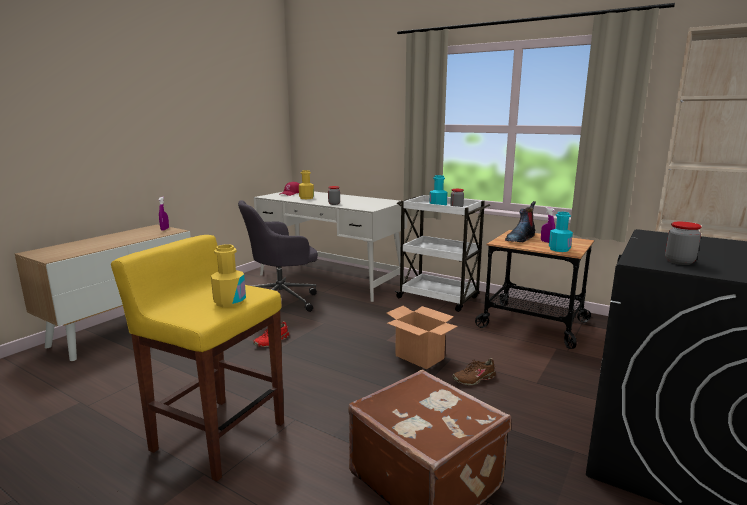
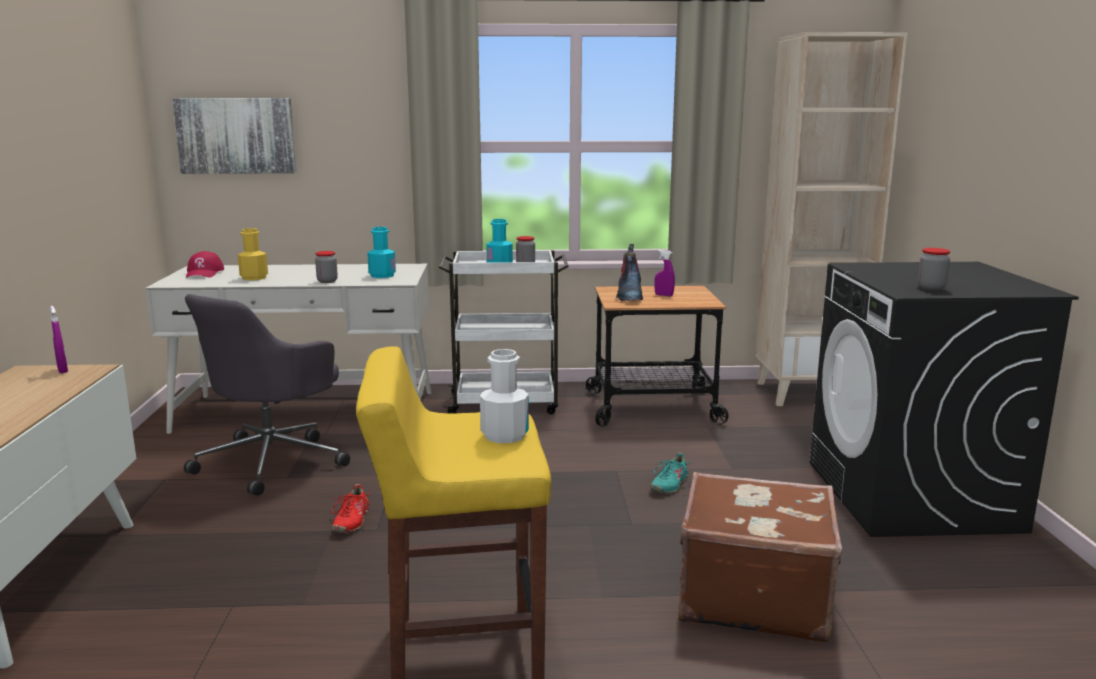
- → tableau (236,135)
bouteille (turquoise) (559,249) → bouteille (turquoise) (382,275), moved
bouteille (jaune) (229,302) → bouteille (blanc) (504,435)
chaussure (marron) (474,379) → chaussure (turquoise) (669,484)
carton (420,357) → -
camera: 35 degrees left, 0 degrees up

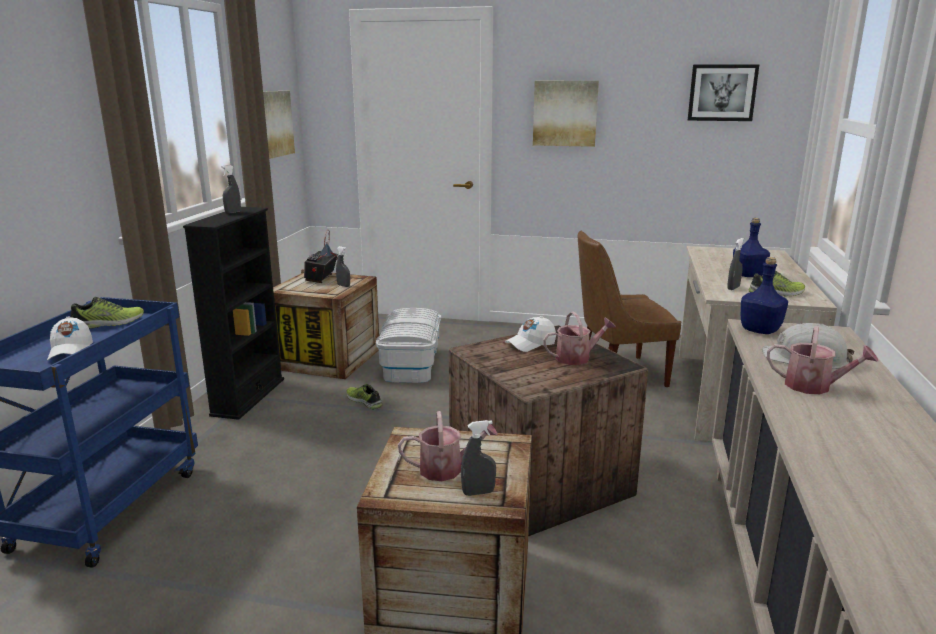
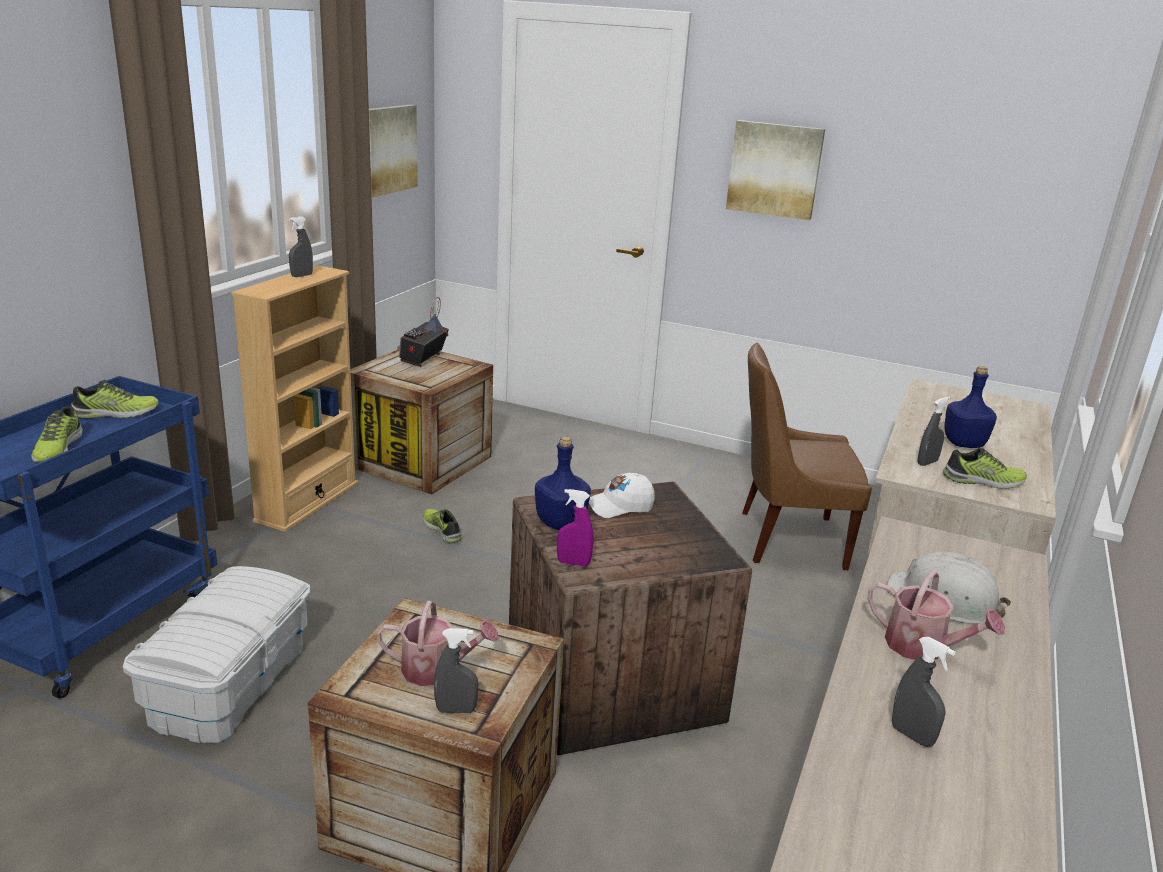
casquette (blanc) (71,351) → chaussure (57,449)
boîte de rangement (blanc) (410,364) → boîte de rangement (blanc) (229,682), moved
bibliothèque (noir) (248,397) → bibliothèque (beige) (307,502)
bouteille (bleu) (760,331) → bouteille (bleu) (560,523), moved
- → vaporisateur (violet) (573,563)
vaporisateur (gris) (343,286) → vaporisateur (gris) (912,736), moved
arrosoir (577,358) → -
tableau (722,92) → -
camera: 10 degrees right, 5 degrees up

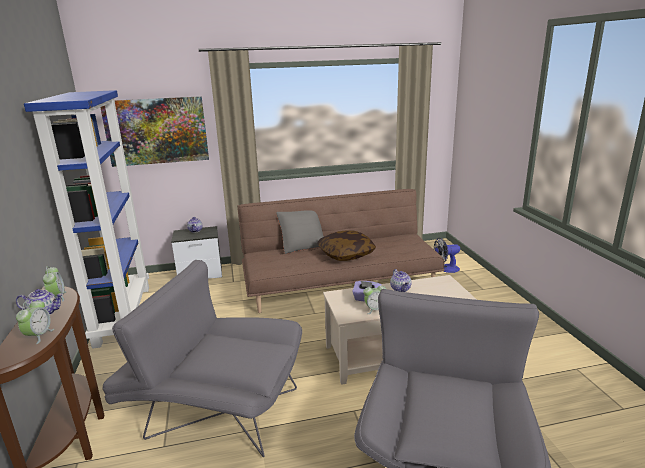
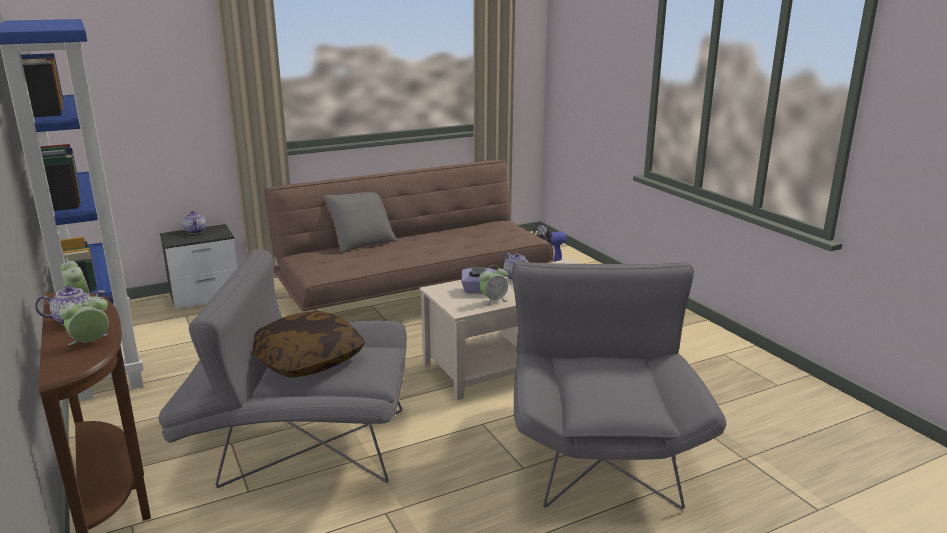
réveil (39,336) → réveil (90,342), 120 degrees counterclockwise
coussin (346,254) → coussin (307,360), moved
tableau (157,131) → -
camera: 15 degrees left, 0 degrees up

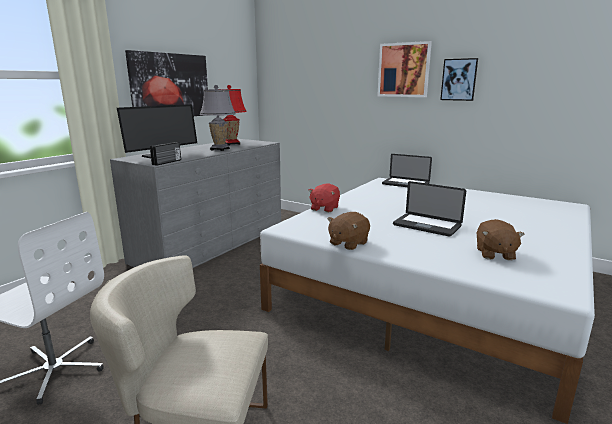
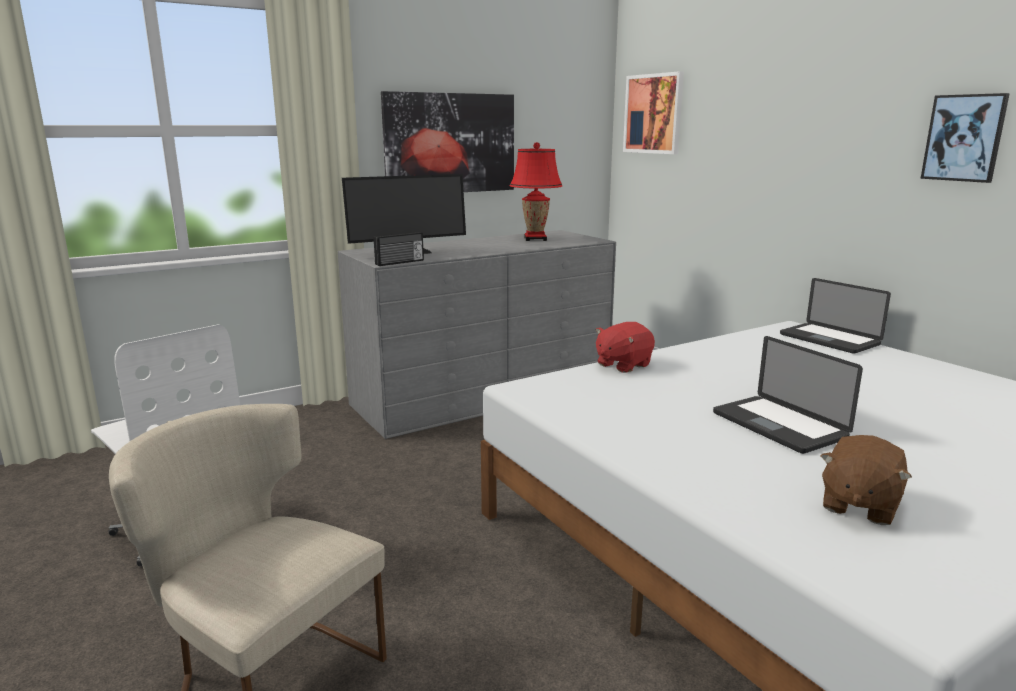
tableau (403,70) → tableau (653,114), moved
lampe de table (gris) (219,149) → -
peluche (marron) (348,243) → -
camera: 25 degrees right, 0 degrees up

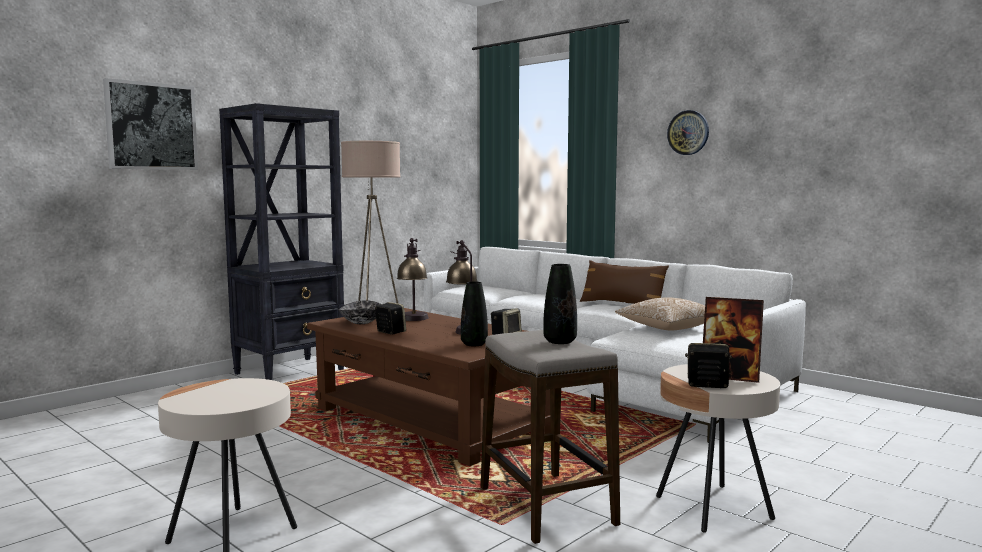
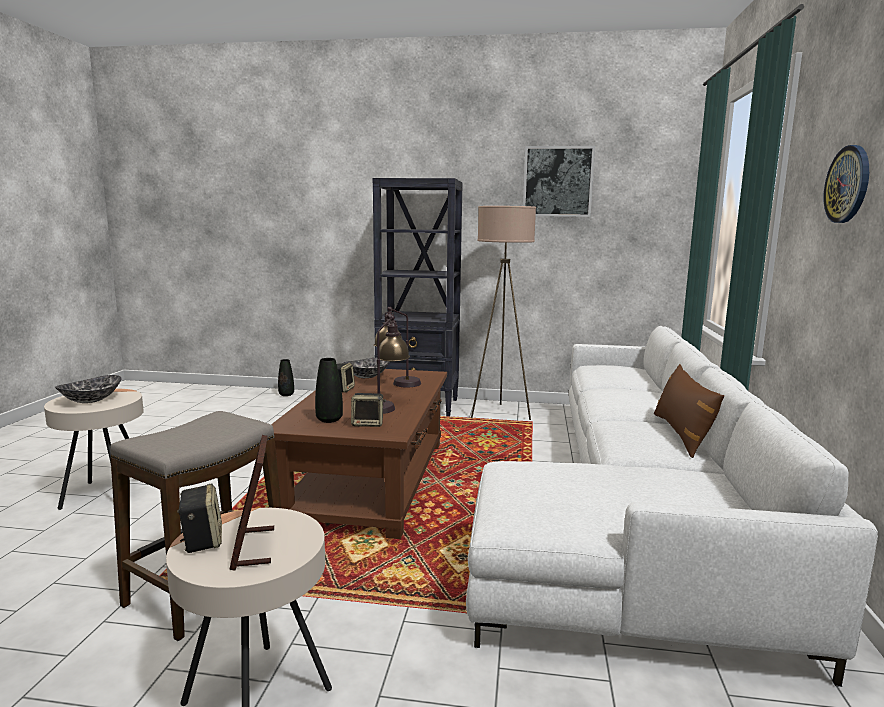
- → bol (91,400)
vase (noir) (560,341) → vase (noir) (286,394), moved
tableau (151,126) → tableau (557,181), moved
coussin (666,328) → -
camera: 55 degrees right, 5 degrees up

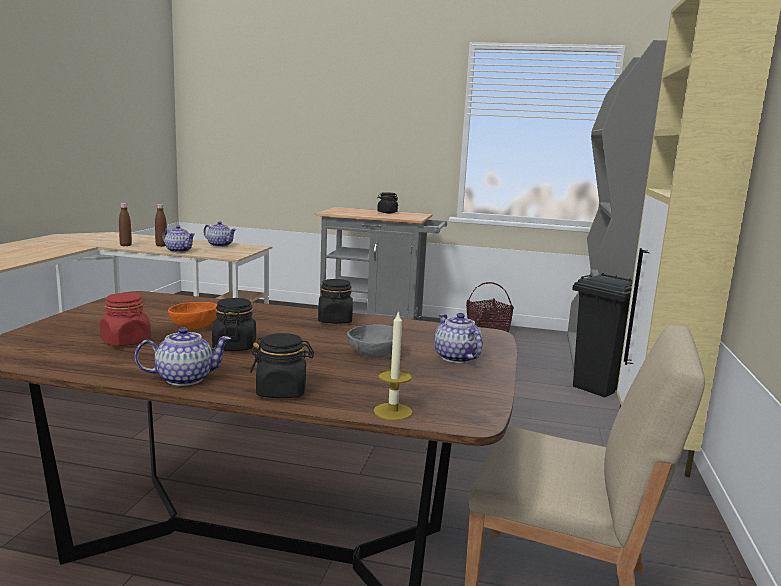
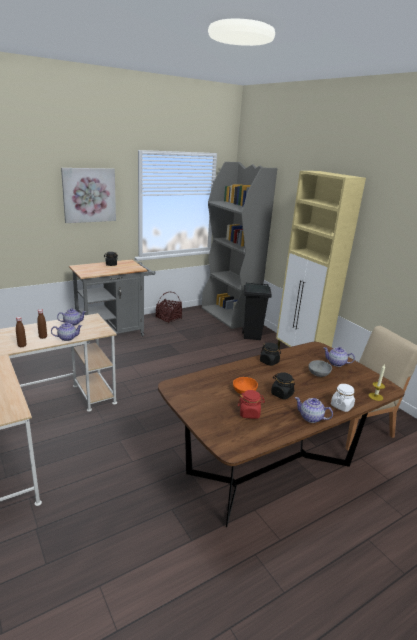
- → tableau (89,195)
théière (184,378) → théière (311,418), 90 degrees counterclockwise
bocal (noir) (282,391) → bocal (blanc) (341,406)
camera: 45 degrees left, 10 degrees up

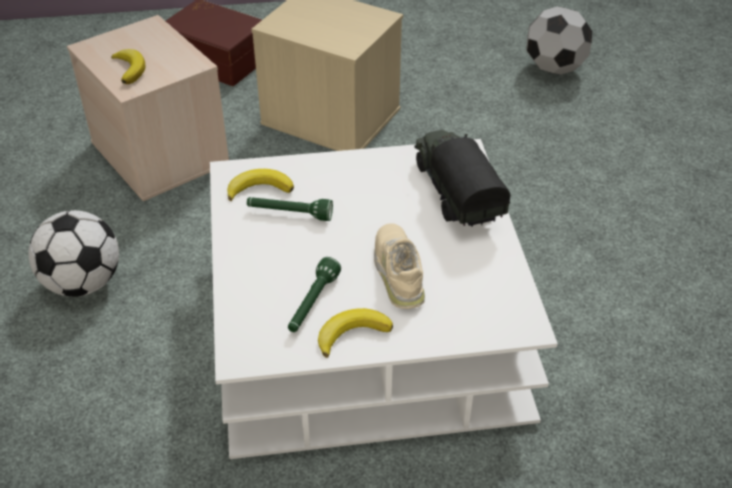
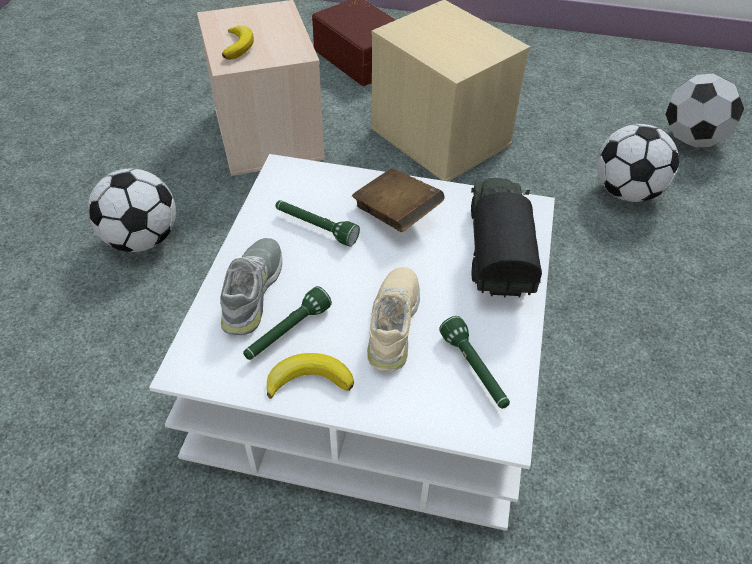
- → chaussure (gris) (253,291)
- → livre (marron) (396,214)
- → lampe de poche (vert) (475,370)
- → ballon de foot (626,192)
banane (259,188) → -
camera: 20 degrees right, 5 degrees up

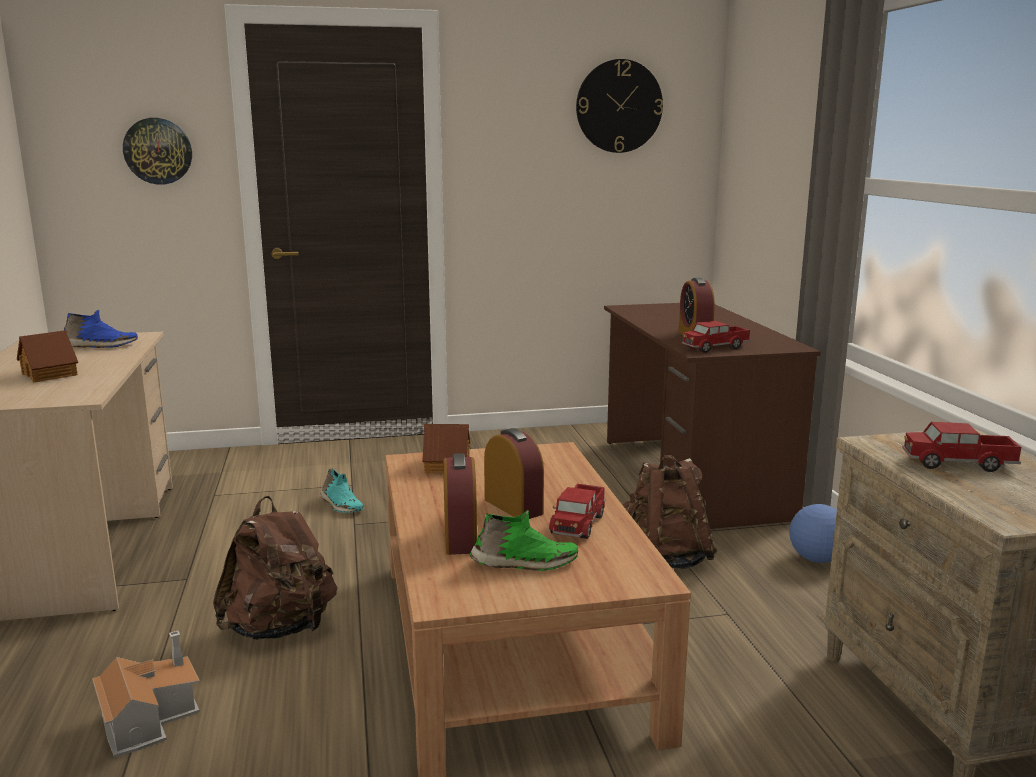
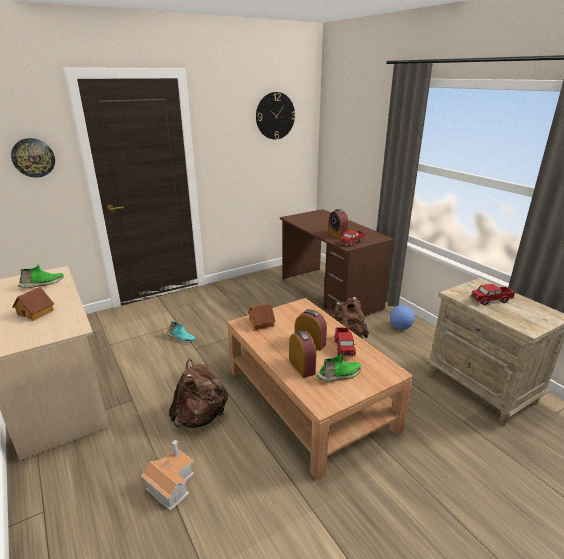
chaussure (bleu) (99,346) → chaussure (vert) (42,284)
camera: 20 degrees left, 10 degrees up

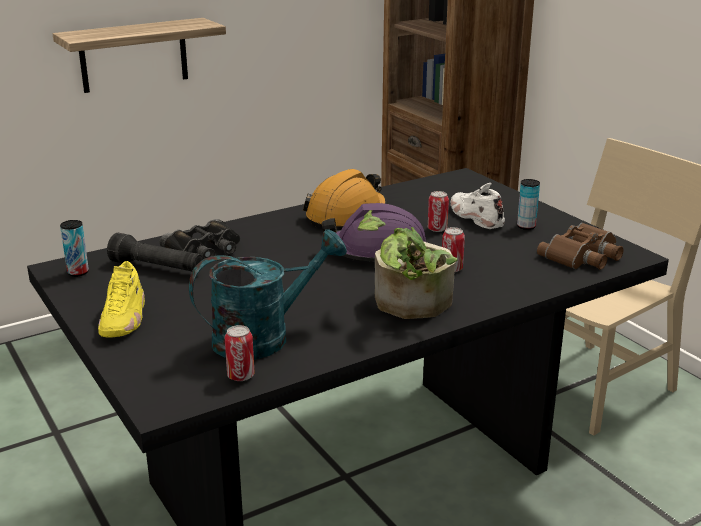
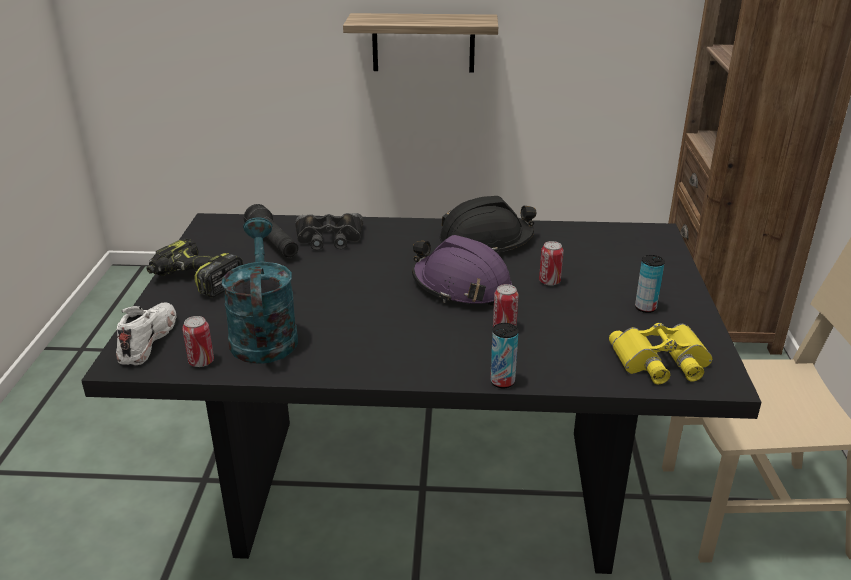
chaussure (blanc) (475,217) → chaussure (blanc) (147,340), moved
chaussure (jaune) (124,319) → perceuse (195,280)
arrosoir (turquoise) (264,337) → arrosoir (turquoise) (263,334), 105 degrees counterclockwise
casque de chantier (orange) (347,215) → casque de chantier (noir) (485,241)
boîte métallique (78,272) → boîte métallique (502,382), moved
jumelles (marron) (583,256) → jumelles (jaune) (661,362)
plante en pot (407,305) → -
camera: 35 degrees right, 5 degrees up

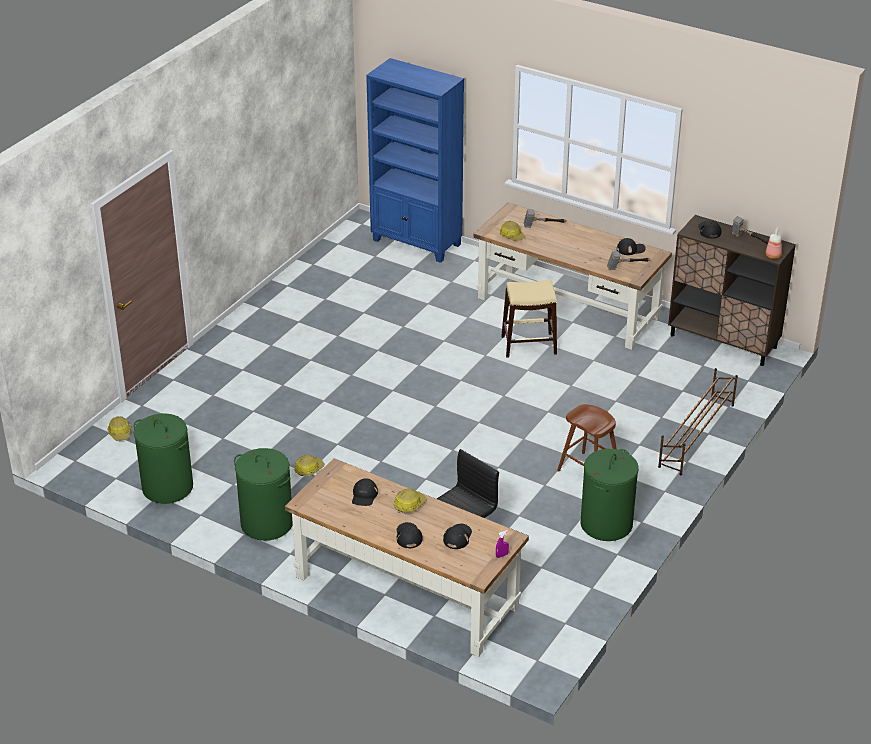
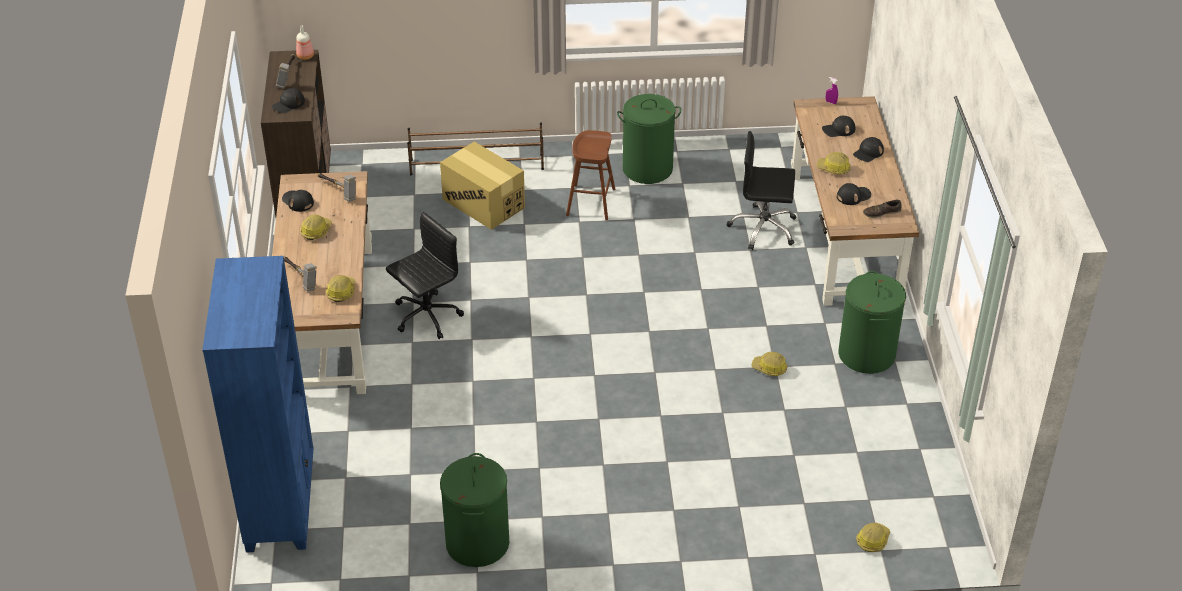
- → casque de chantier (316,231)
tabouret (beige) (529,345) → chaise de bureau (noir) (426,316)
- → carton (483,203)
panier à linge (vert) (167,487) → panier à linge (vert) (478,543), moved
- → chaussure (marron) (881,212)
camera: 125 degrees left, 5 degrees up

